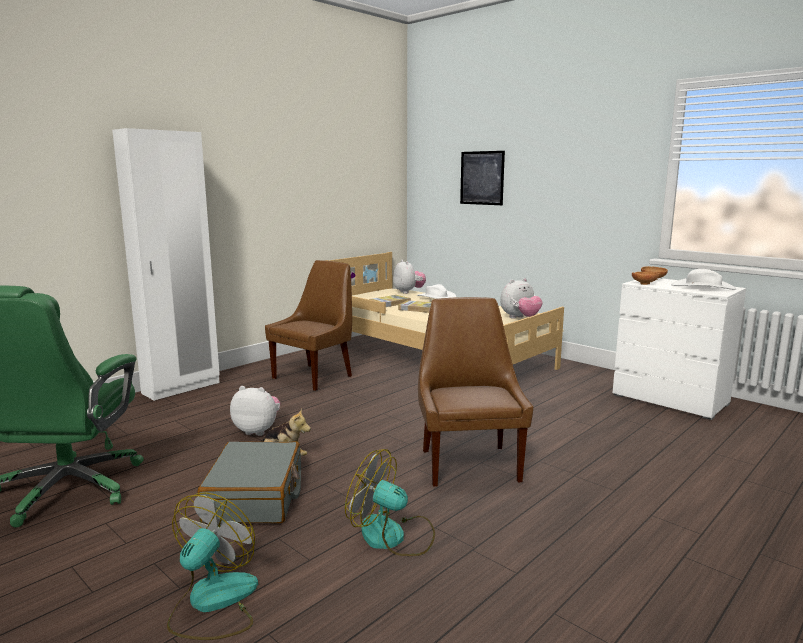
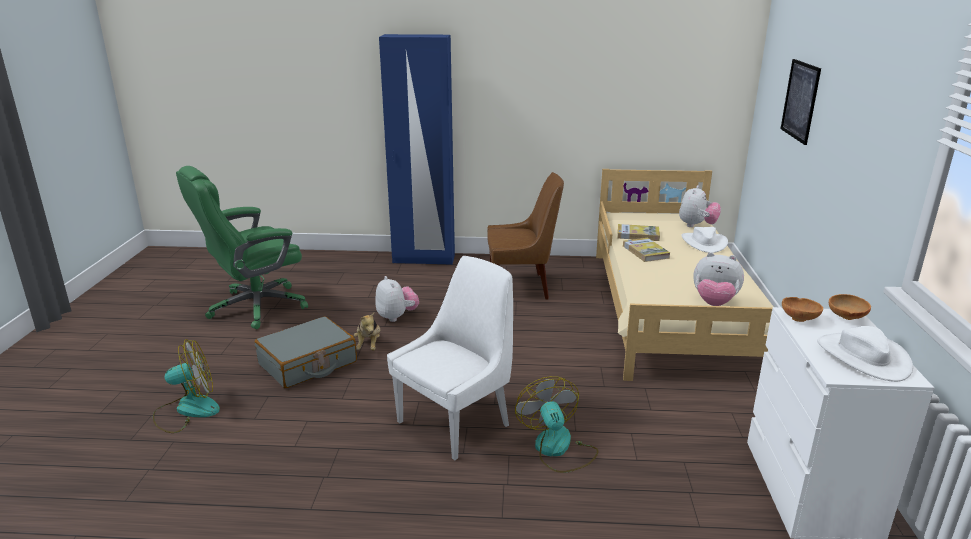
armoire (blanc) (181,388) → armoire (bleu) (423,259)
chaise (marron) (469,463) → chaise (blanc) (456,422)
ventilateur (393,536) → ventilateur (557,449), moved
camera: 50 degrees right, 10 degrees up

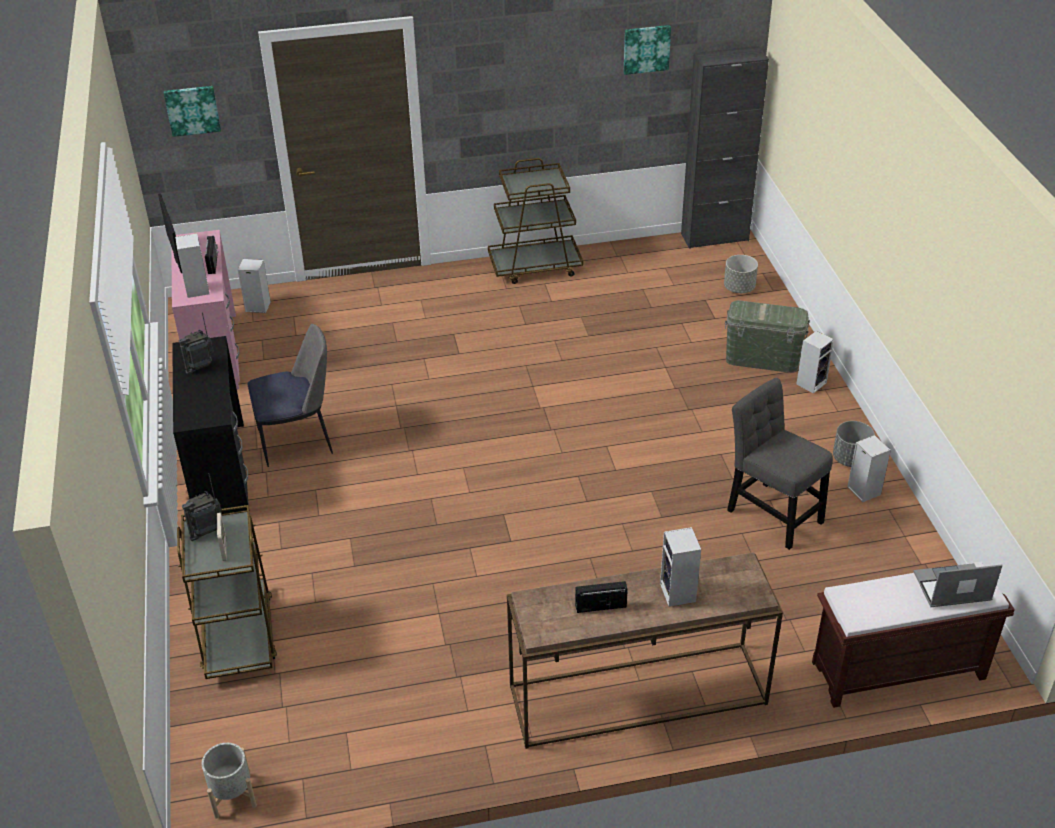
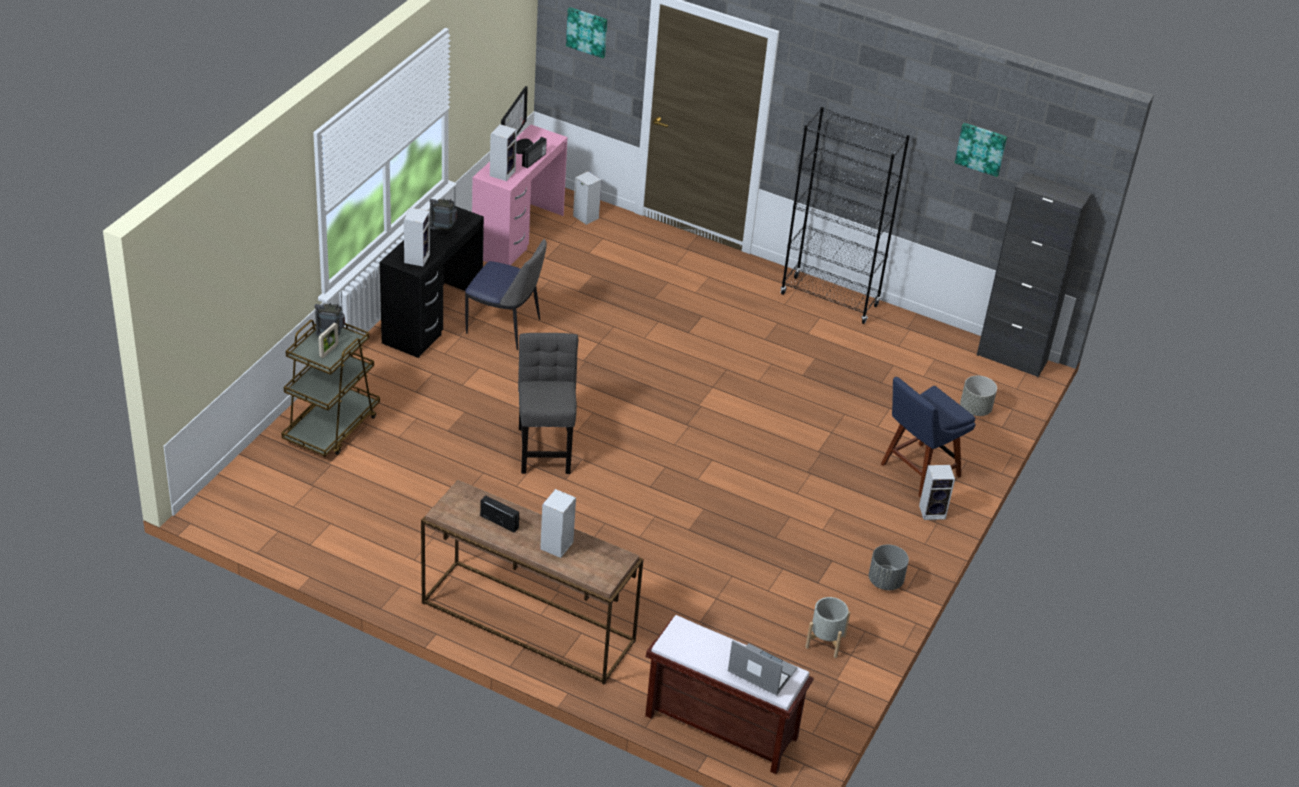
enceinte (862,490) → enceinte (417,257), moved
chaise (gris) (771,512) → chaise (gris) (545,447), moved
chariot (marron) (535,266) → bibliothèque (noir) (829,300)
cache-pot (gris) (232,796) → cache-pot (gris) (825,642), moved
boîte de rangement (vert) (762,359) → chaise (bleu) (917,471)
camera: 35 degrees right, 0 degrees up

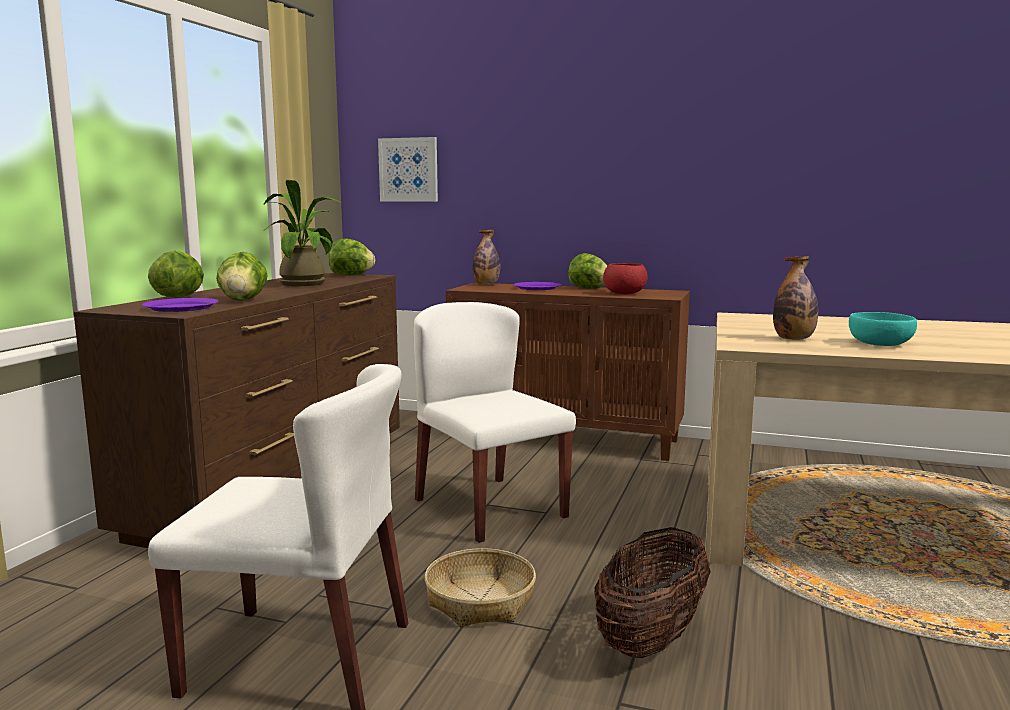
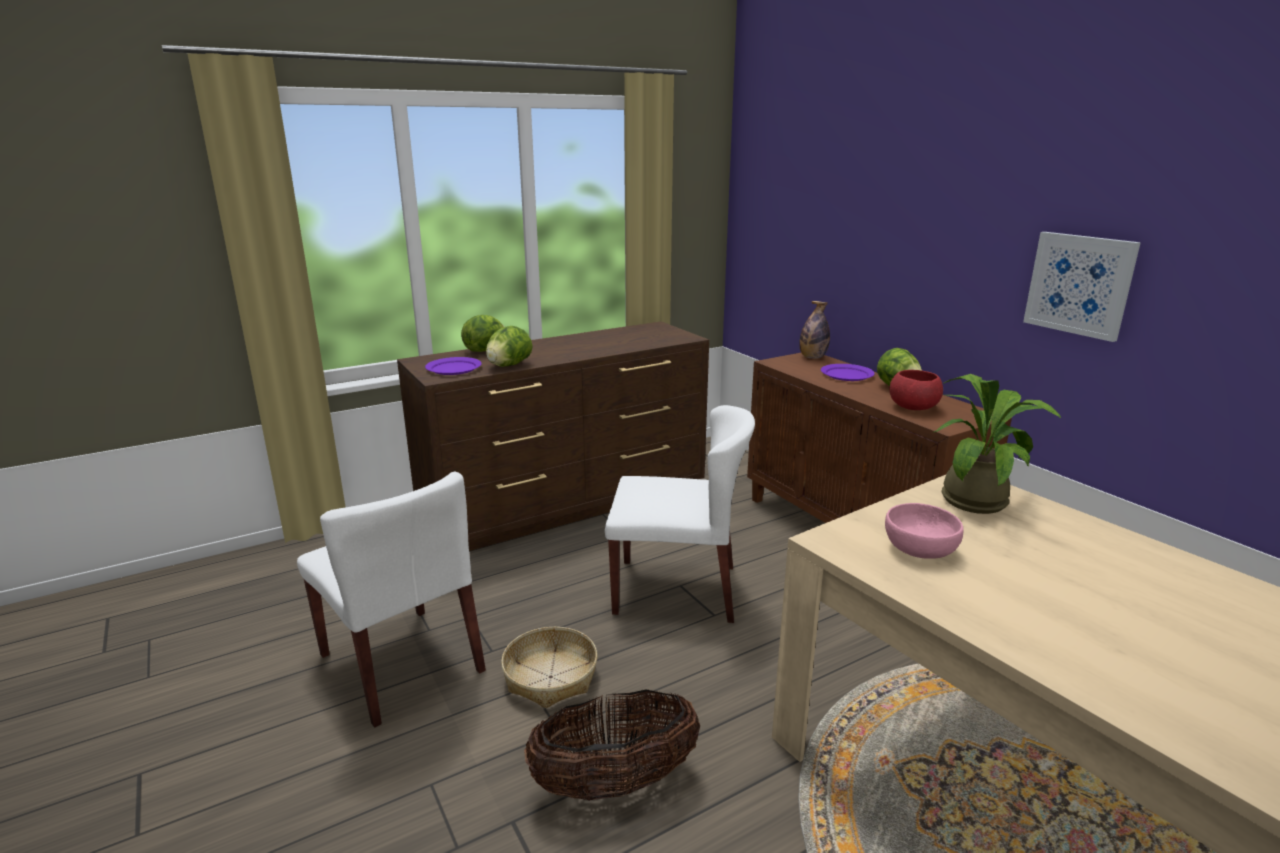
chaise (blanc) (489,507) → chaise (blanc) (677,589), 90 degrees clockwise
bouteille (793,339) → bol (rose) (919,549)
plante en pot (306,283) → plante en pot (979,499), moved
tableau (408,170) → tableau (1079,284), moved
laitue (351,275) → -
bol (turquoise) (879,344) → -
camera: 40 degrees right, 10 degrees up

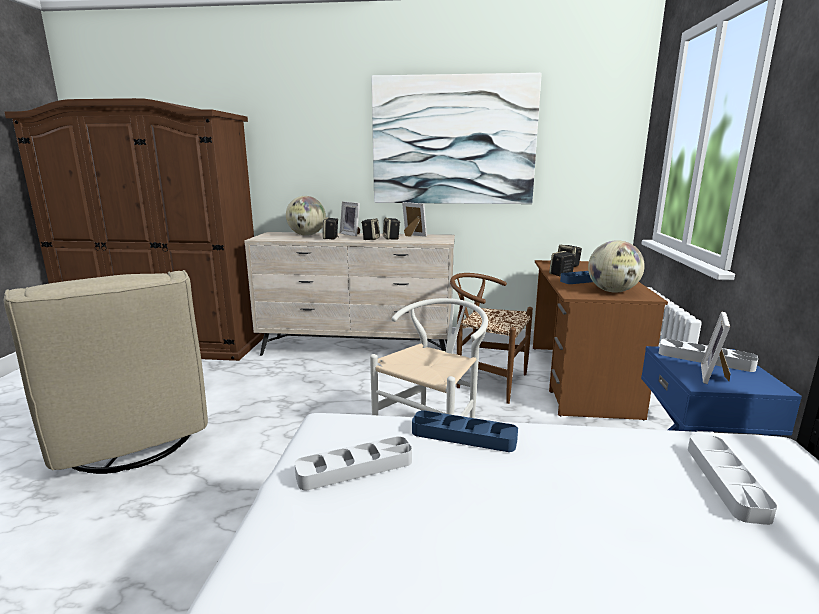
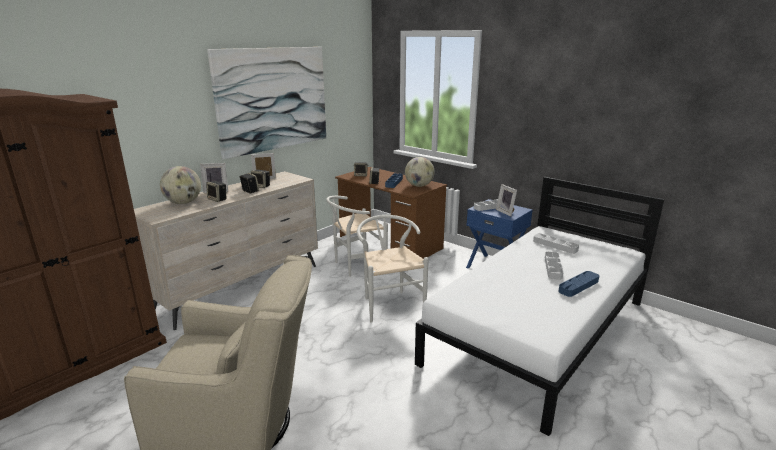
chaise (marron) (486,381) → chaise (blanc) (355,265)
plateau (gris) (355,468) → plateau (gris) (553,267), moved
plateau (bleu) (463,436) → plateau (bleu) (578,286), moved
camera: 55 degrees left, 5 degrees up

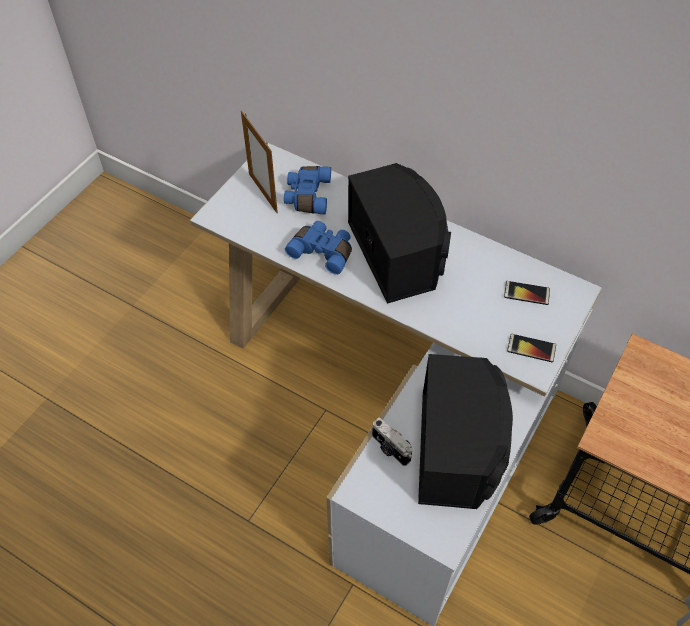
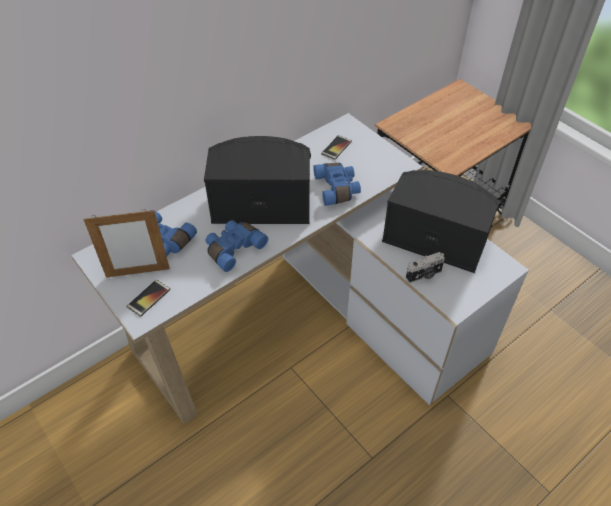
téléphone (531,348) → téléphone (148,298), moved
- → jumelles (bleu) (337,189)
camera: 70 degrees left, 5 degrees down

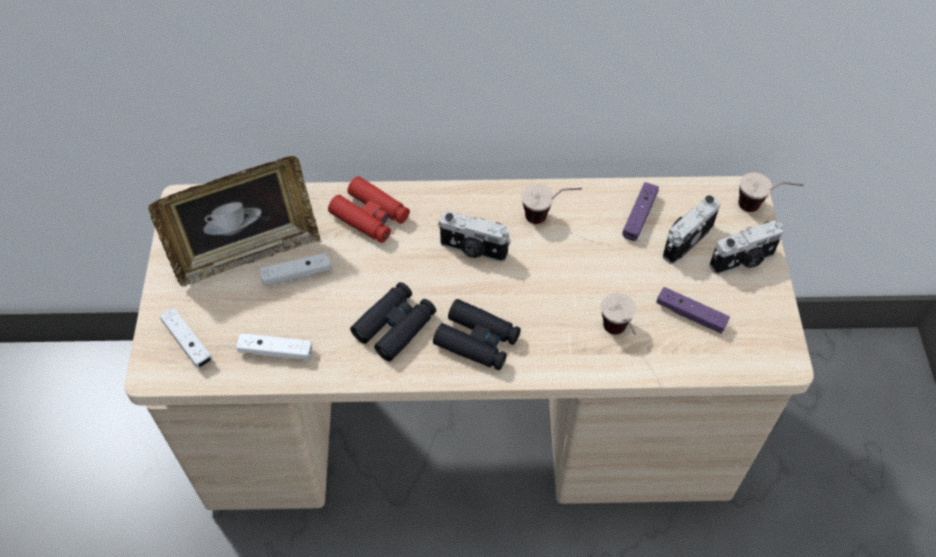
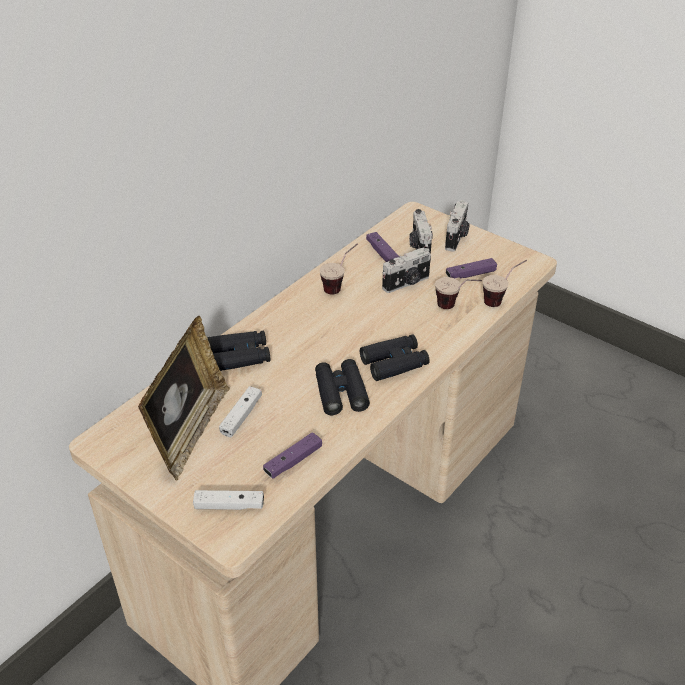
jumelles (rouge) (370,216) → jumelles (noir) (239,356)
manette (blanc) (276,351) → manette (violet) (293,461)
appareil photo (473,250) → appareil photo (407,283), moved
tasse (761,208) → tasse (501,299), moved
camera: 50 degrees left, 15 degrees down

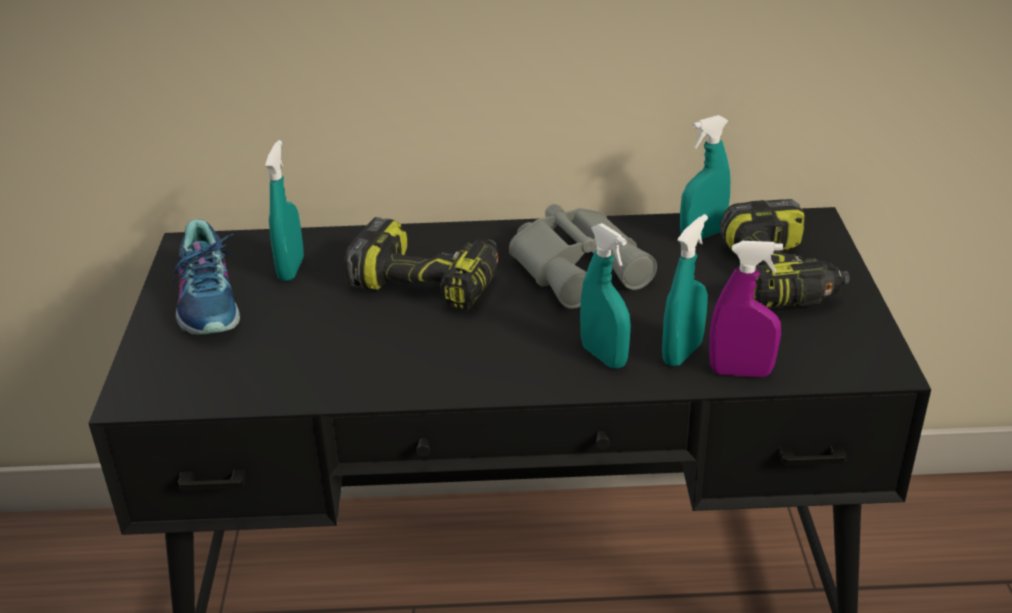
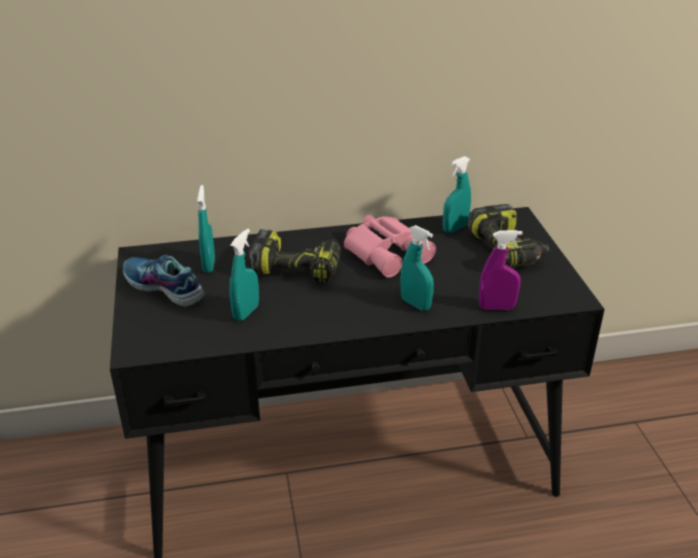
chaussure (210,301) → chaussure (163,288), 150 degrees clockwise
vaporisateur (turquoise) (682,353) → vaporisateur (turquoise) (246,312), moved
jumelles (gris) (580,266) → jumelles (rose) (387,252)
camera: 10 degrees left, 0 degrees up

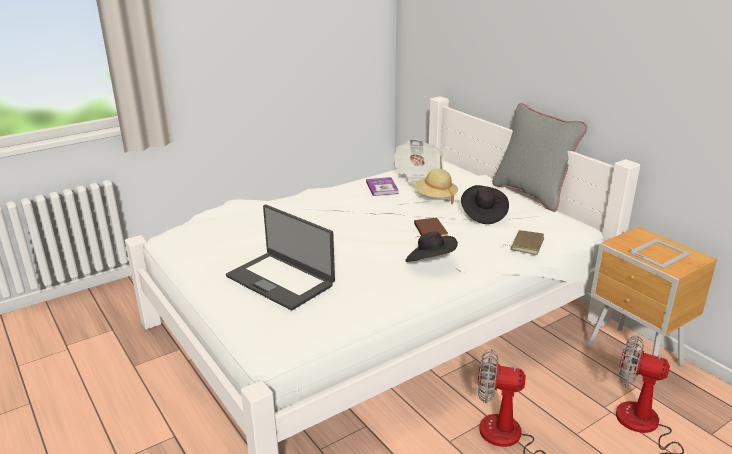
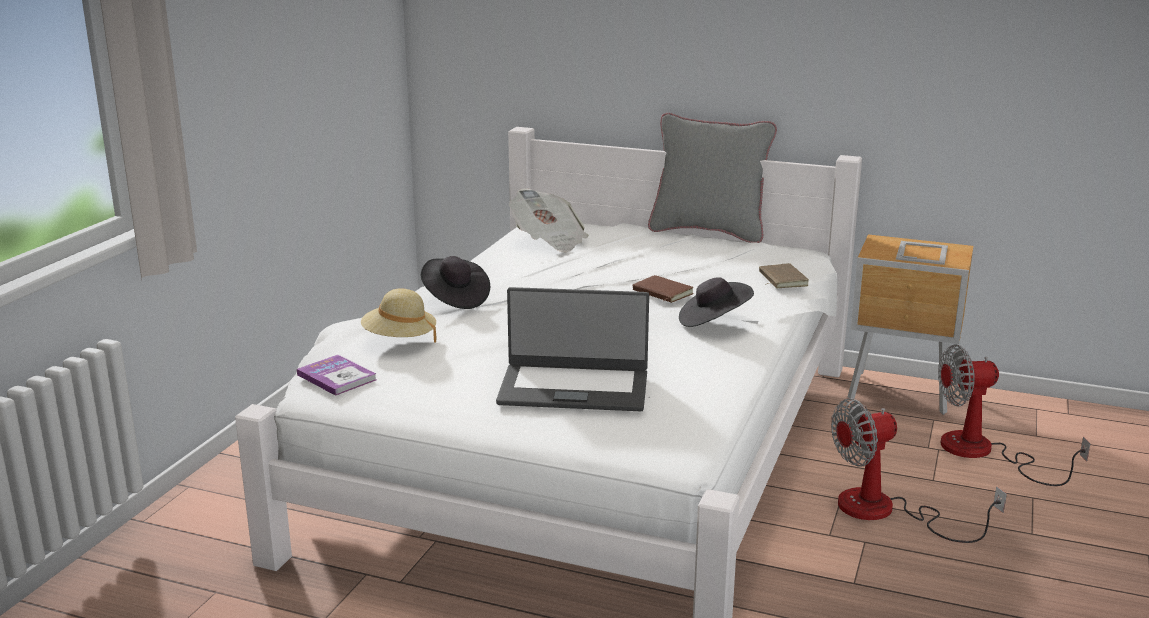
livre (382,188) → livre (336,377), moved
chapeau (beige) (435,197) → chapeau (beige) (399,339), moved
chapeau (noir) (483,214) → chapeau (noir) (455,298), moved
camera: 35 degrees left, 5 degrees down

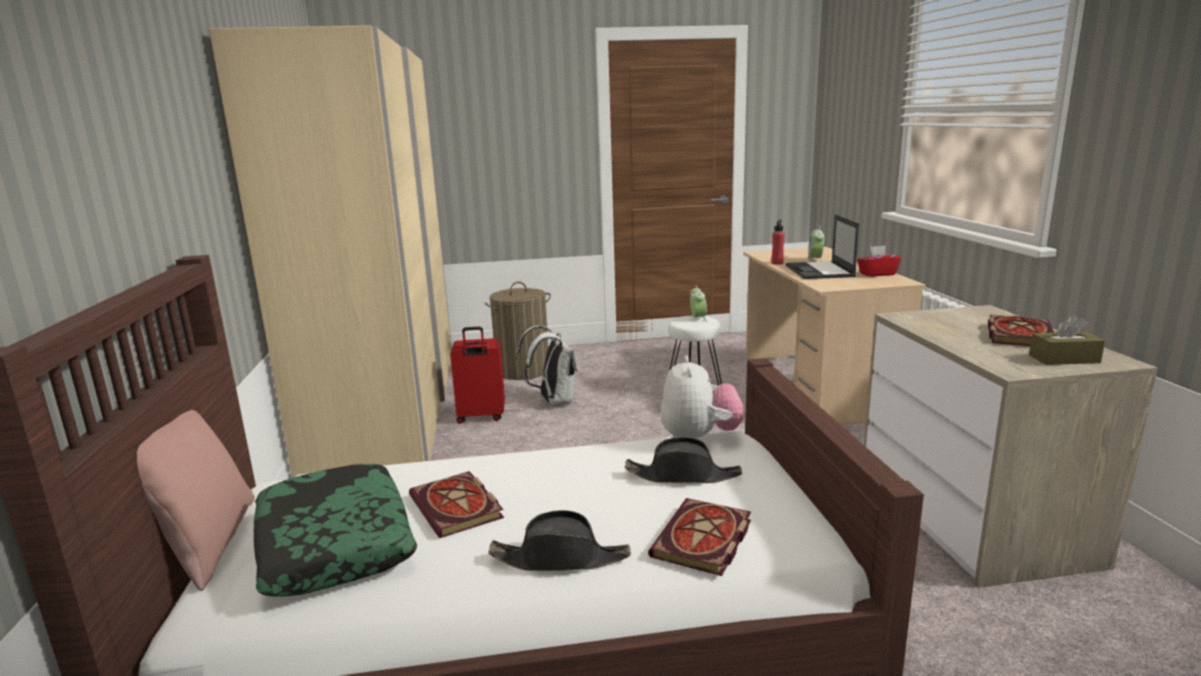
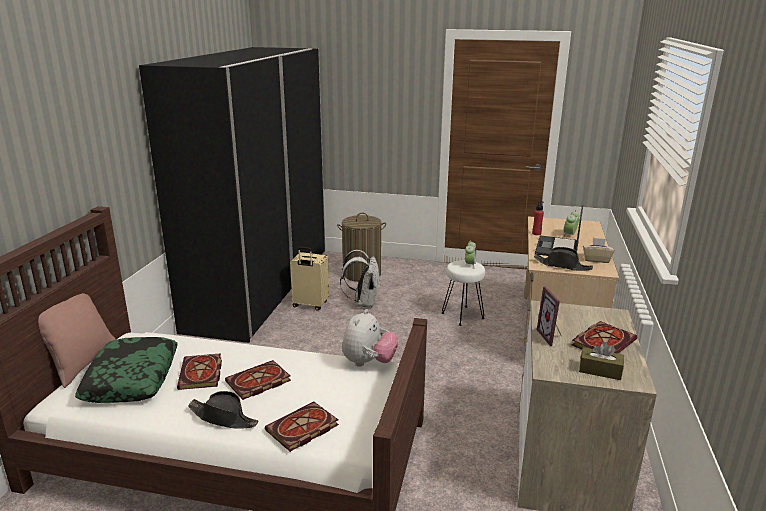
armoire (beige) (389,410) → armoire (noir) (260,288)
- → livre (257,382)
valise (rouge) (481,417) → valise (beige) (310,305)
chapeau (noir) (683,475) → chapeau (noir) (562,265), moved
- → cadre photo (552,337)
boîte à mouchoirs (rouge) (877,274) → boîte à mouchoirs (beige) (596,259)
camera: 20 degrees right, 5 degrees up

